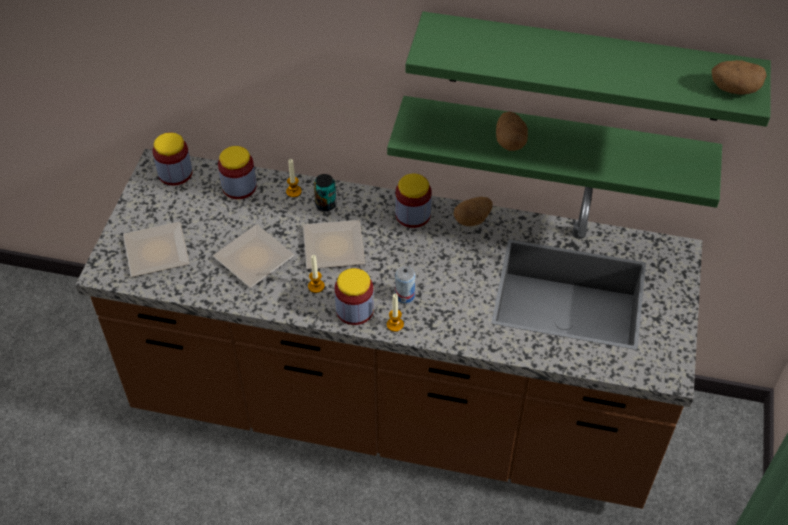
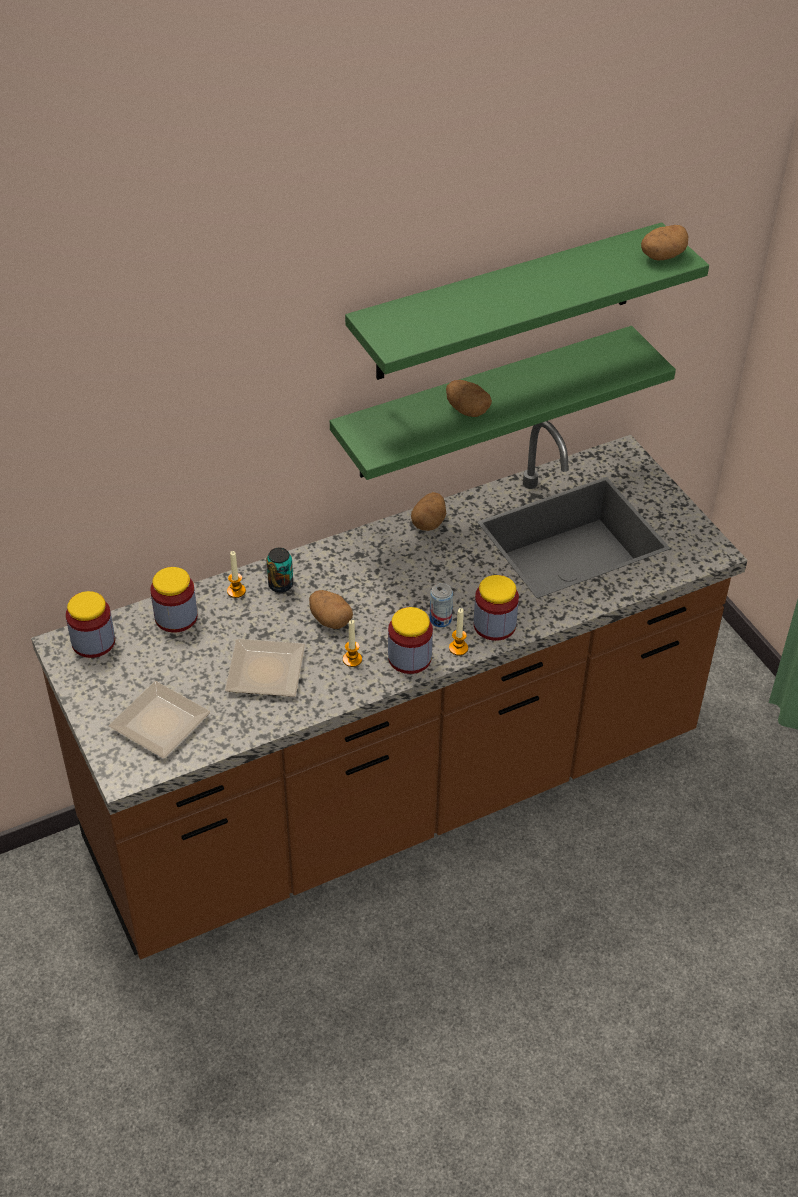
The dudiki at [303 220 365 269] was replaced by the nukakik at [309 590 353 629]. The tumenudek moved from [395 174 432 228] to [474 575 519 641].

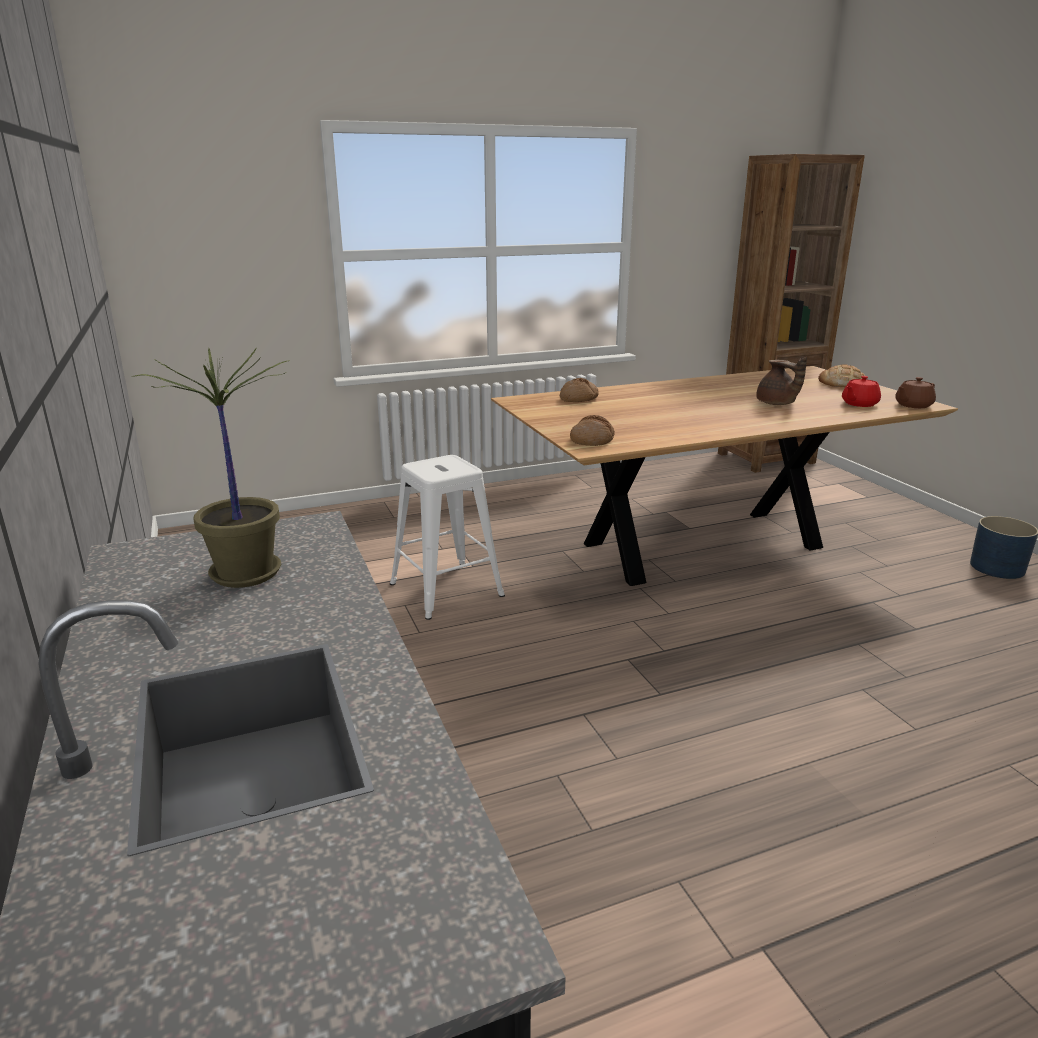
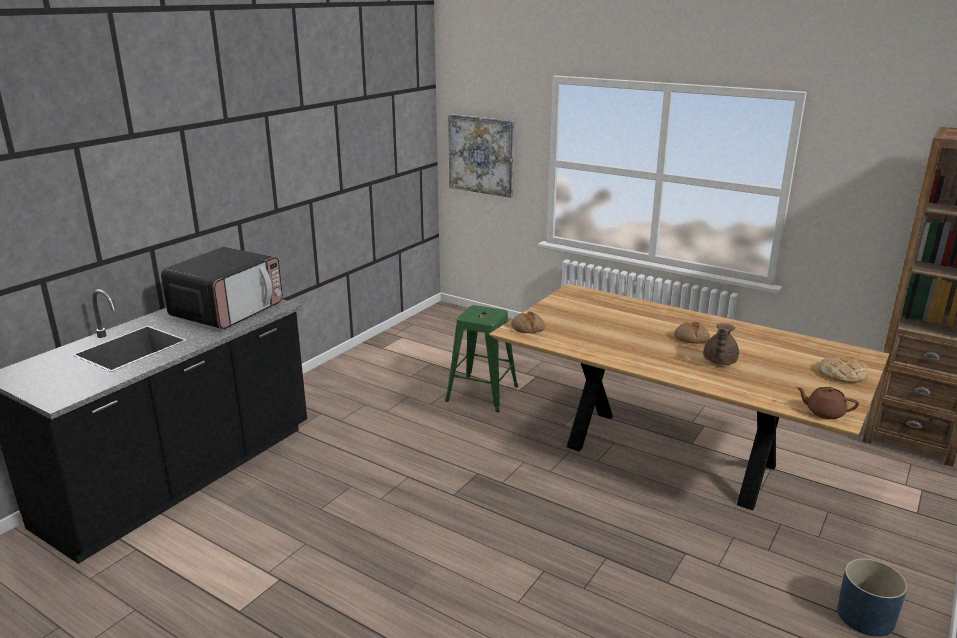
The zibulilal at [135 348 290 588] was replaced by the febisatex at [161 247 283 329]. The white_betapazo at [390 455 505 620] became the green_betapazo at [445 305 518 412]. The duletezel moved from [560 378 599 402] to [674 322 710 344]. The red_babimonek at [842 376 881 407] disappeared. The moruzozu at [448 114 514 198] appeared.

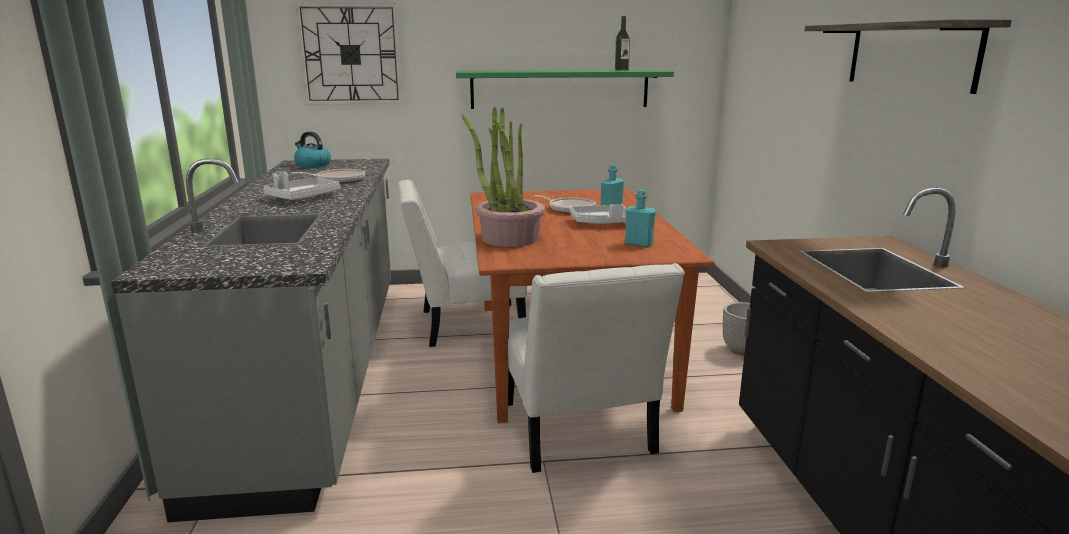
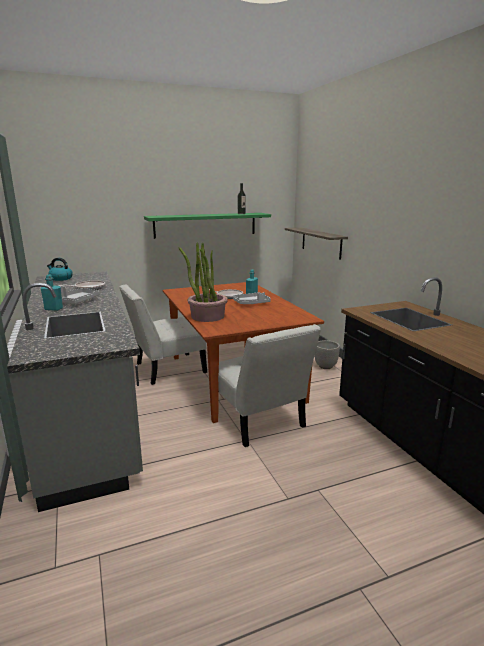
The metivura at [295 3 402 105] disappeared. The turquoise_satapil moved from [625 189 656 247] to [41 275 63 311]. The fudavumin moved from [805 19 1012 94] to [285 227 348 260].

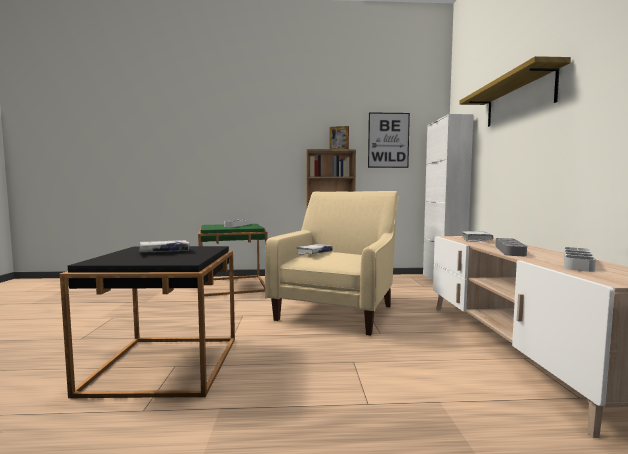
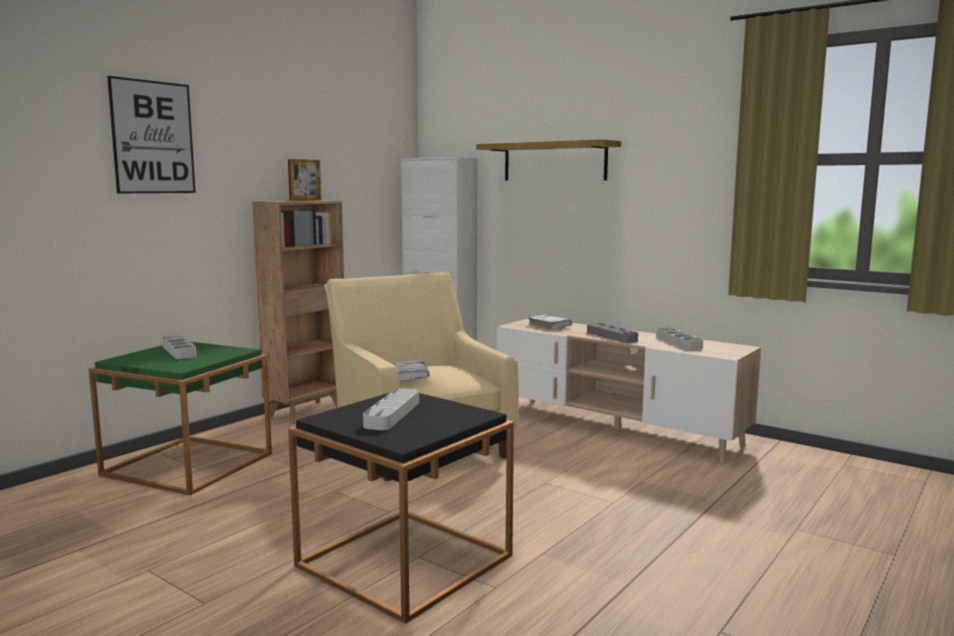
The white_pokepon at [139 240 190 253] was replaced by the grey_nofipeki at [363 388 419 430]. The moruzozu moved from [368 112 410 168] to [107 76 196 193].

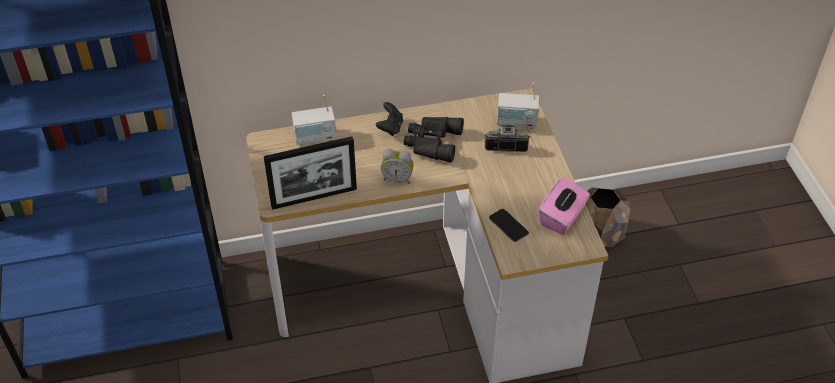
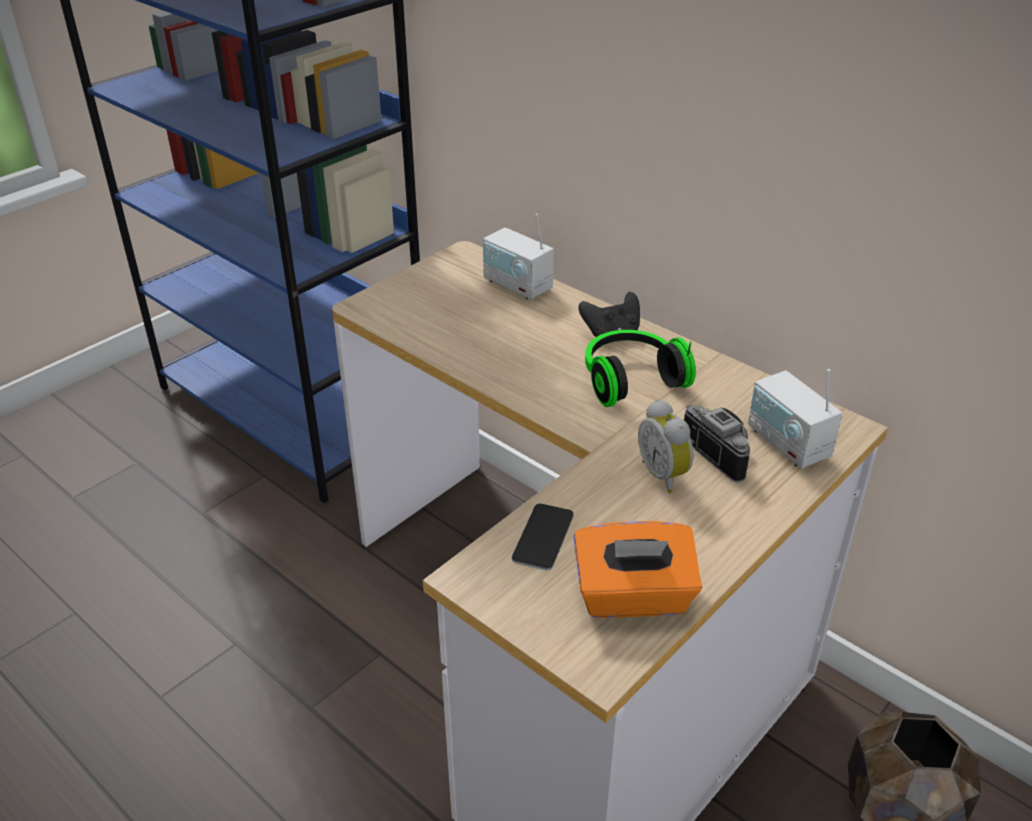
The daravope at [264 136 357 210] disappeared. The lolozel moved from [381 149 414 184] to [638 399 694 493]. The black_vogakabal at [403 117 464 162] was replaced by the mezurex at [585 330 696 407]. The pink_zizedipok at [538 177 590 235] became the orange_zizedipok at [574 521 702 618].

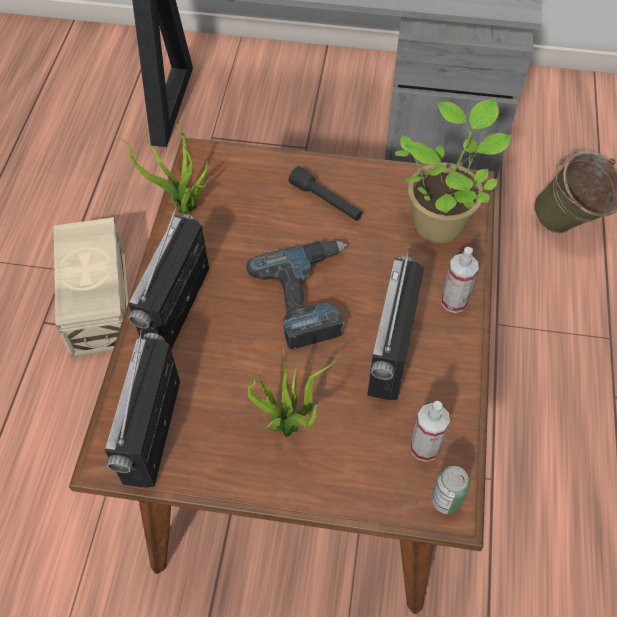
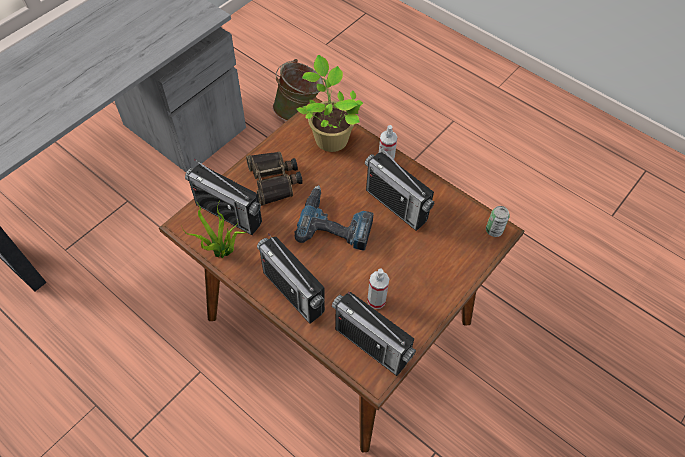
The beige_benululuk at [54 217 129 357] disappeared. The zibulilal at [247 346 338 437] disappeared. The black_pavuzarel at [289 166 362 221] was replaced by the vogakabal at [246 152 303 206]. The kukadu moved from [410 401 450 462] to [367 269 389 309]. The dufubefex at [185 159 262 235] appeared.

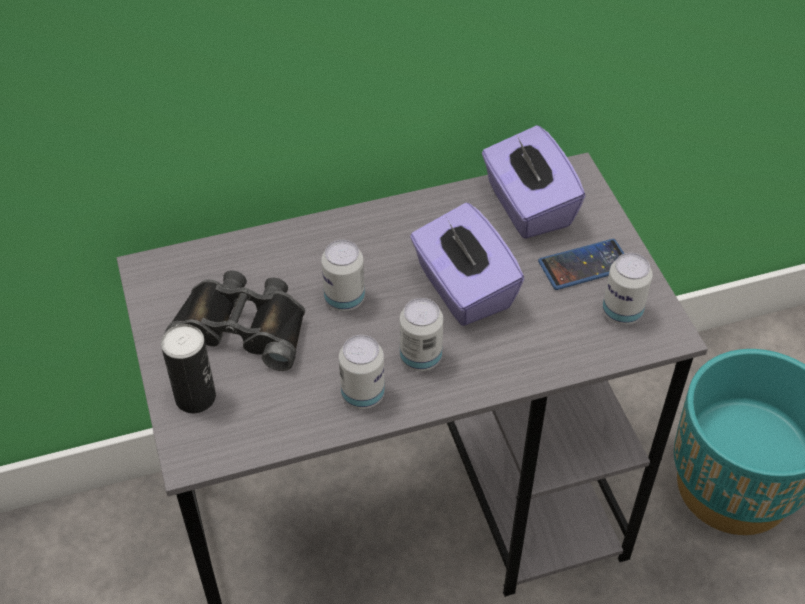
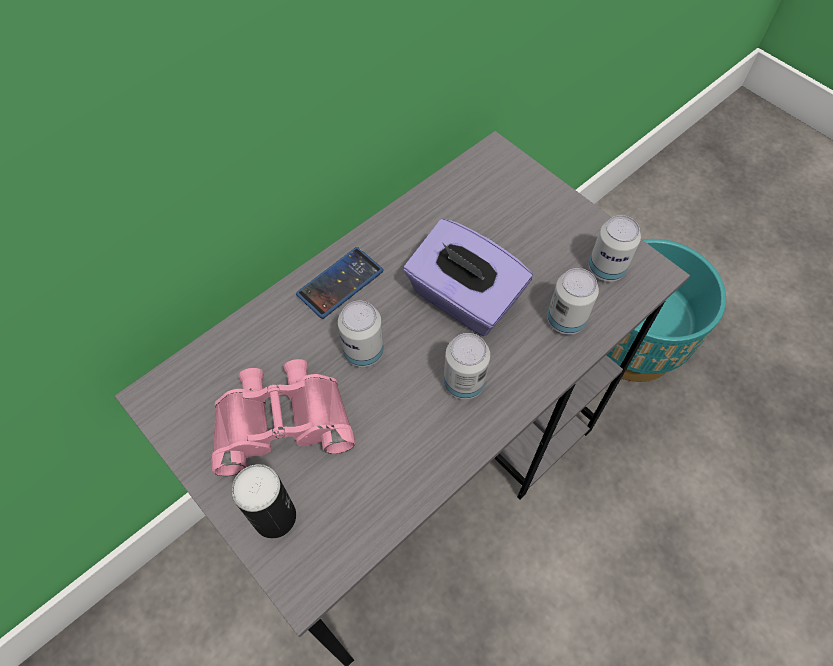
The black_vogakabal at [163 270 305 371] became the pink_vogakabal at [211 359 356 476]. The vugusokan moved from [339 335 385 409] to [547 268 599 335]. The purple_zizedipok at [482 125 585 239] disappeared. The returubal moved from [538 239 624 290] to [296 247 383 319].

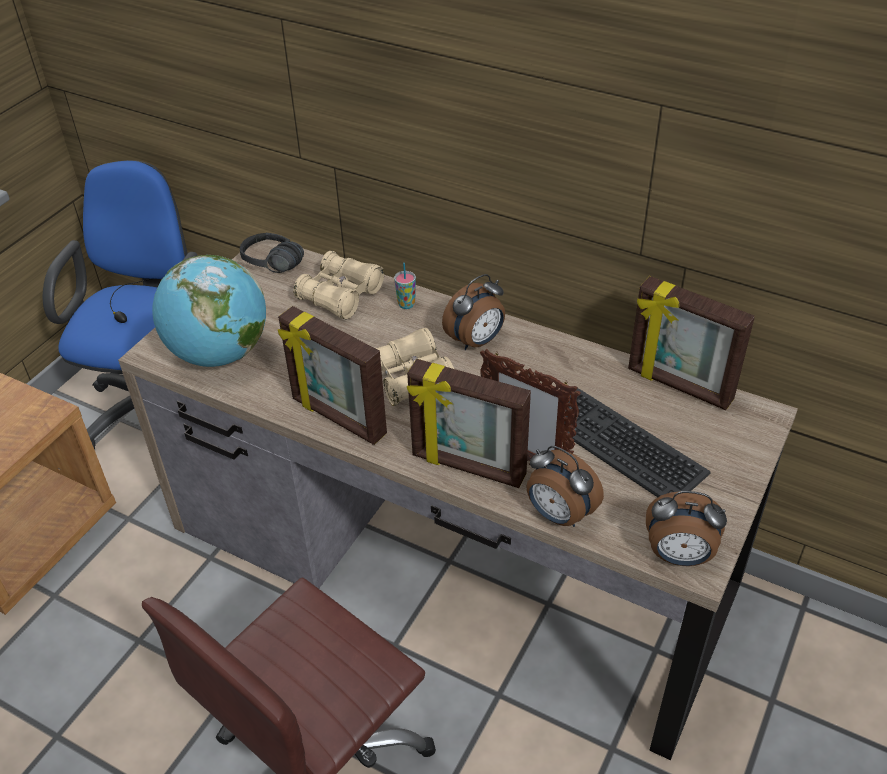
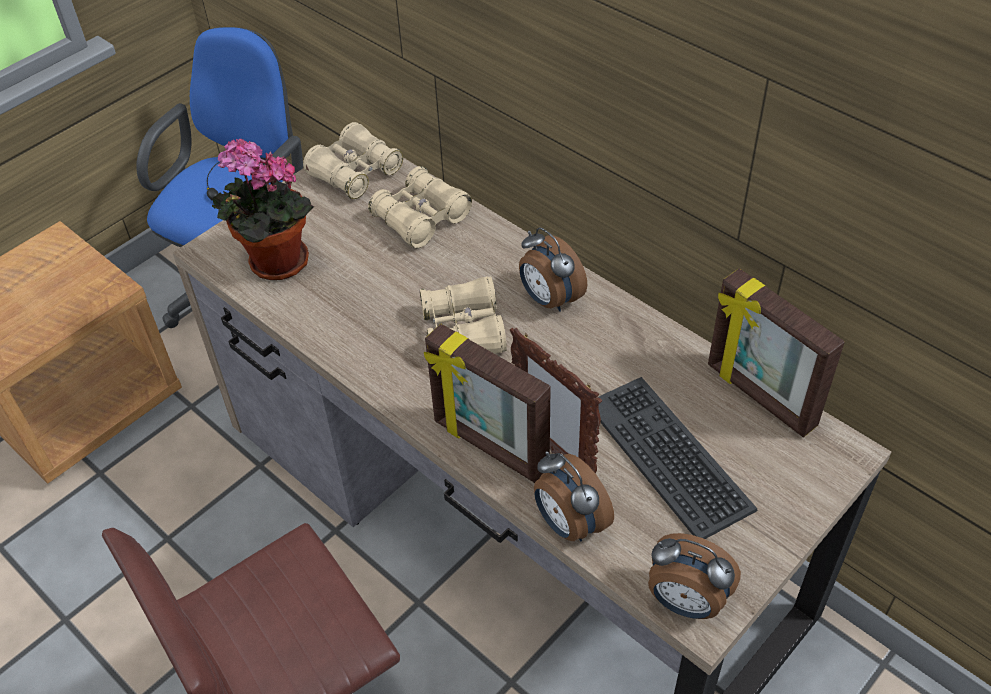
The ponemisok at [152 255 266 367] was replaced by the zibulilal at [212 139 314 280]. The black_mezurex at [240 233 304 273] was replaced by the beige_vogakabal at [303 122 403 199]. The daravope at [278 306 387 445] disappeared. The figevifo at [394 263 416 309] disappeared. The lolozel at [442 274 505 350] turned 75 degrees clockwise.

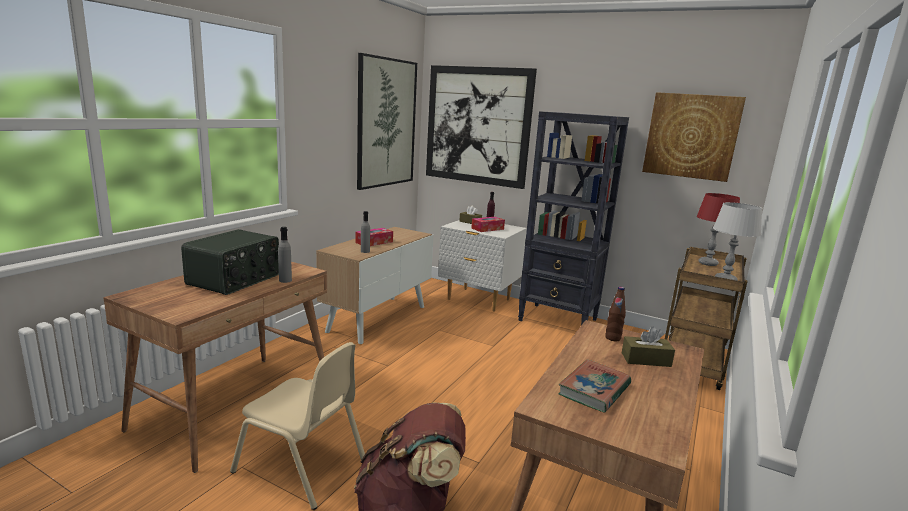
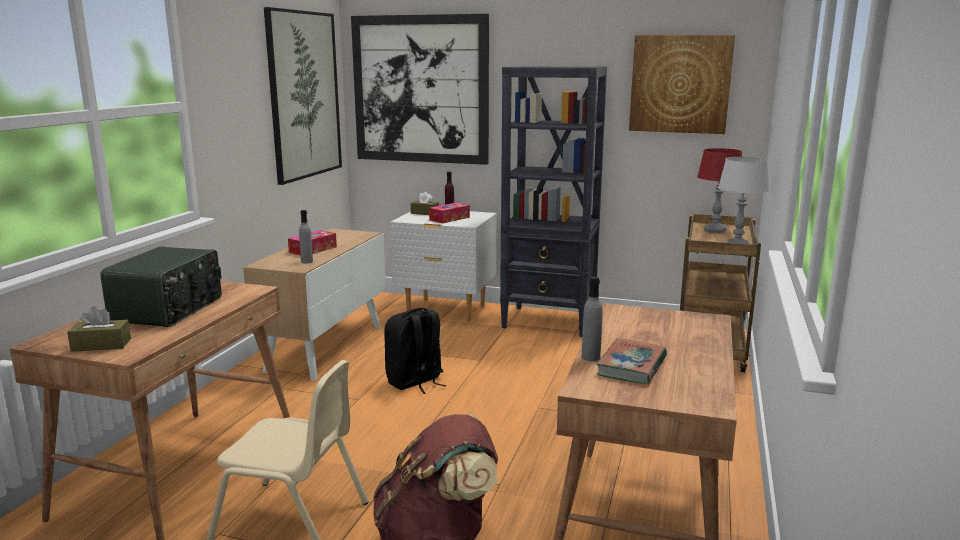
The grey_satapil moved from [278 227 292 283] to [582 276 603 361]. The brown_satapil at [605 287 626 341] disappeared. The brown_zizedipok moved from [622 327 675 367] to [67 306 131 352]. The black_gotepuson at [384 308 446 394] appeared.

